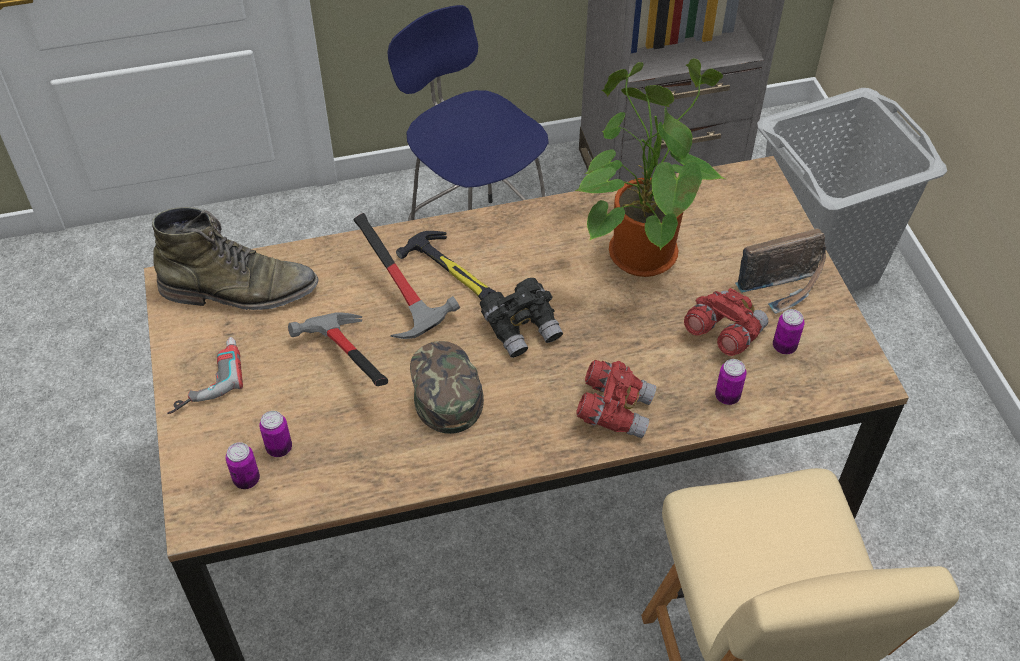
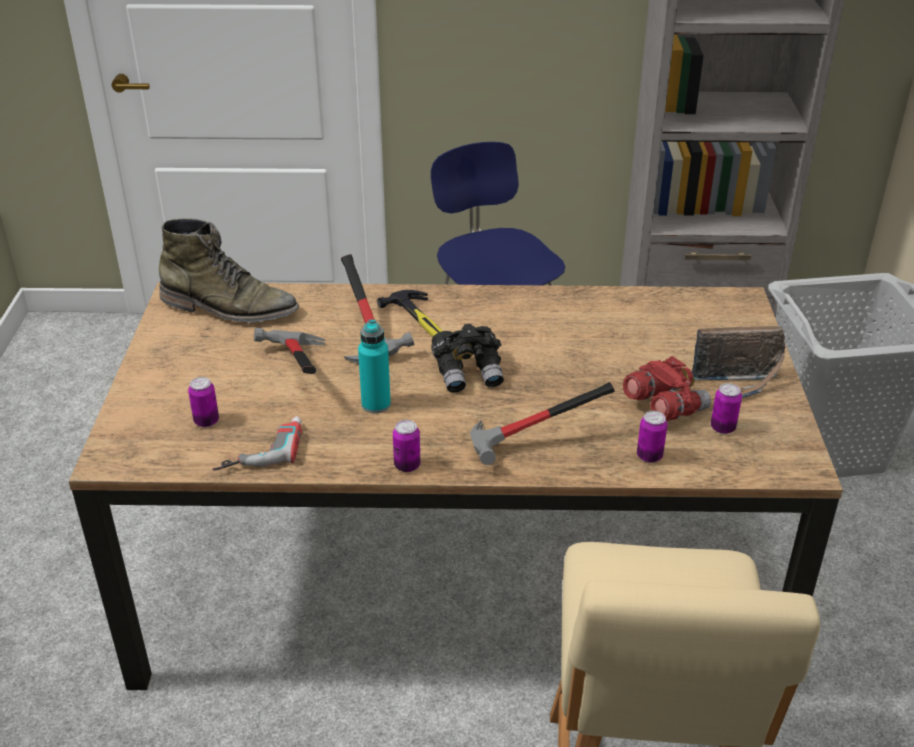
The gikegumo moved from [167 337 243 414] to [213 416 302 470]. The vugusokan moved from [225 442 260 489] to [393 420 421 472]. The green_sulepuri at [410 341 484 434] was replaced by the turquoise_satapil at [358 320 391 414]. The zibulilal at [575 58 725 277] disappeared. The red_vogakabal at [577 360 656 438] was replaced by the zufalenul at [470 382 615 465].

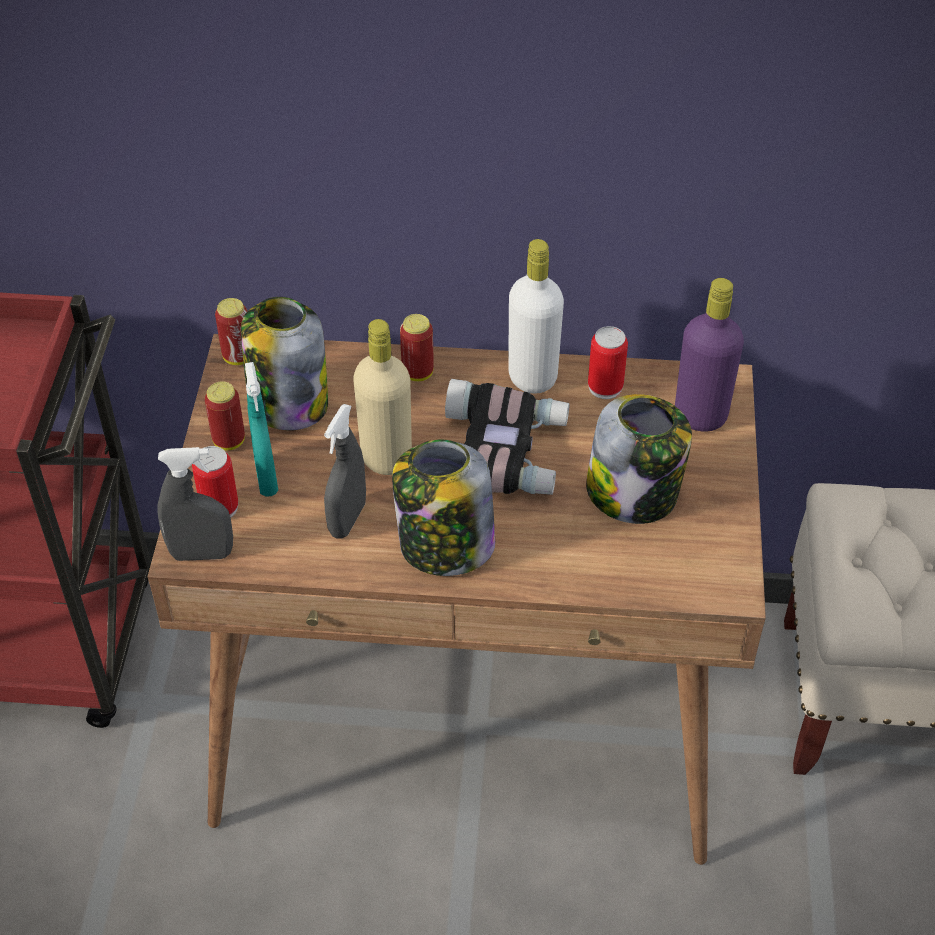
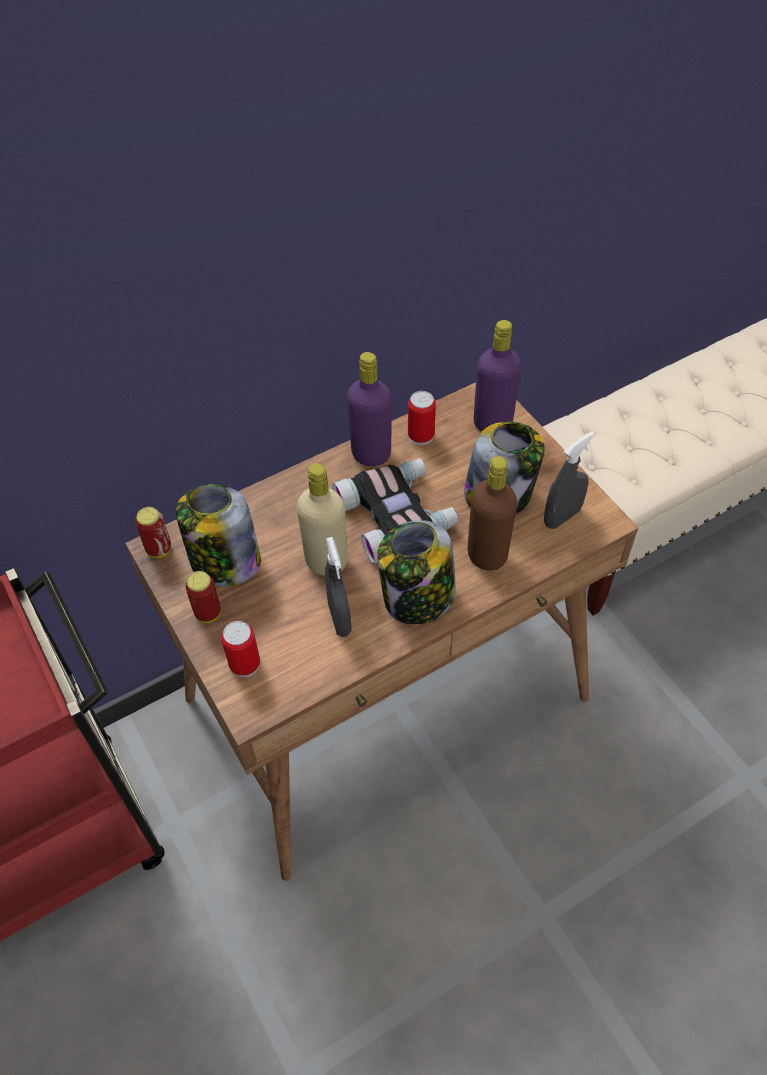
The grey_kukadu moved from [158 447 233 561] to [544 431 595 529]. The turquoise_kukadu at [245 362 278 497] disappeared. The vugusokan at [400 314 434 381] disappeared. The white_satapil at [508 239 564 393] became the purple_satapil at [347 352 392 466]. The brown_satapil at [468 456 517 571] appeared.

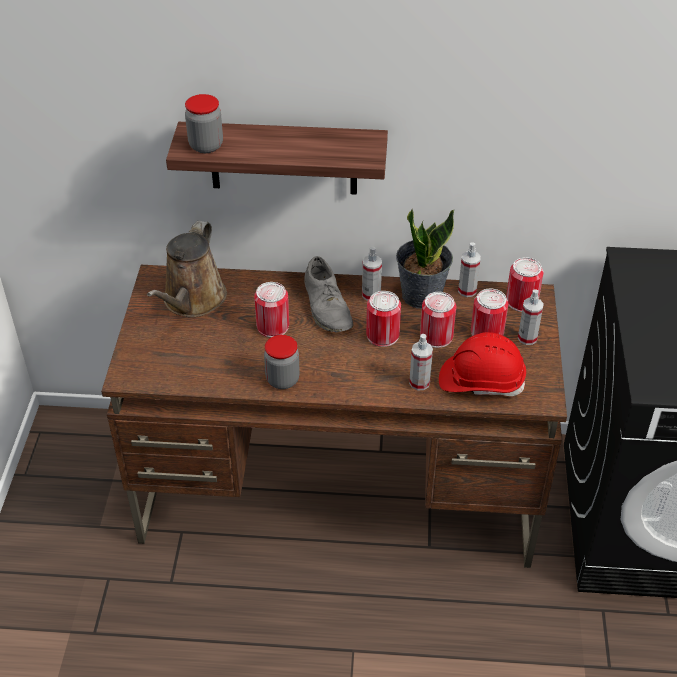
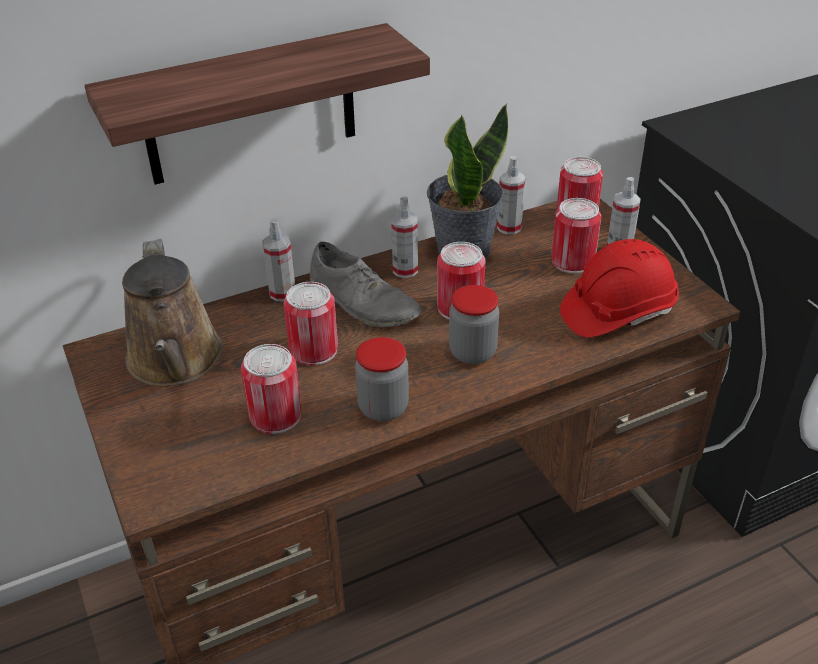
The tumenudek moved from [185 94 223 153] to [449 285 499 364]. The kukadu moved from [409 334 433 390] to [262 218 295 301]. The vugusokan moved from [420 292 456 348] to [241 344 302 434].

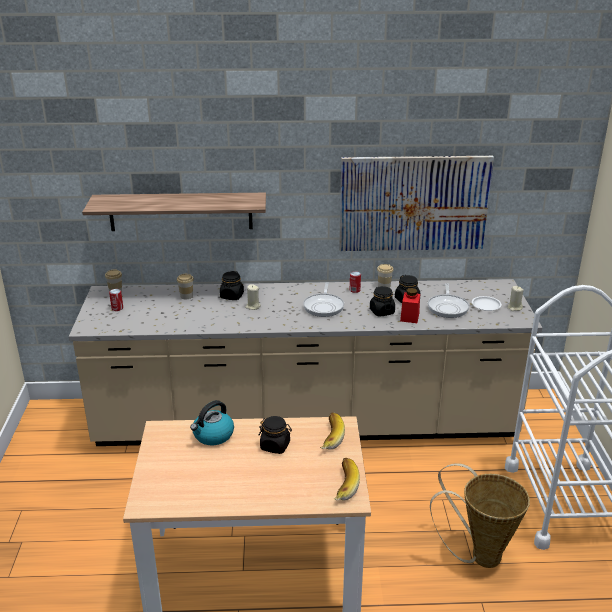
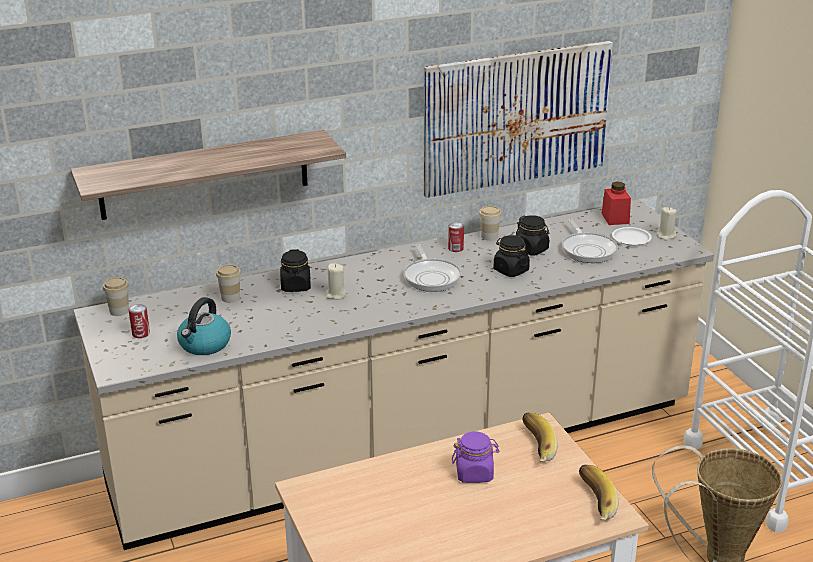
The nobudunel moved from [190 400 234 445] to [177 297 231 355]. The black_tumenudek at [259 416 292 454] became the purple_tumenudek at [452 432 499 483]. The red_tumenudek moved from [400 288 420 323] to [601 181 631 225].

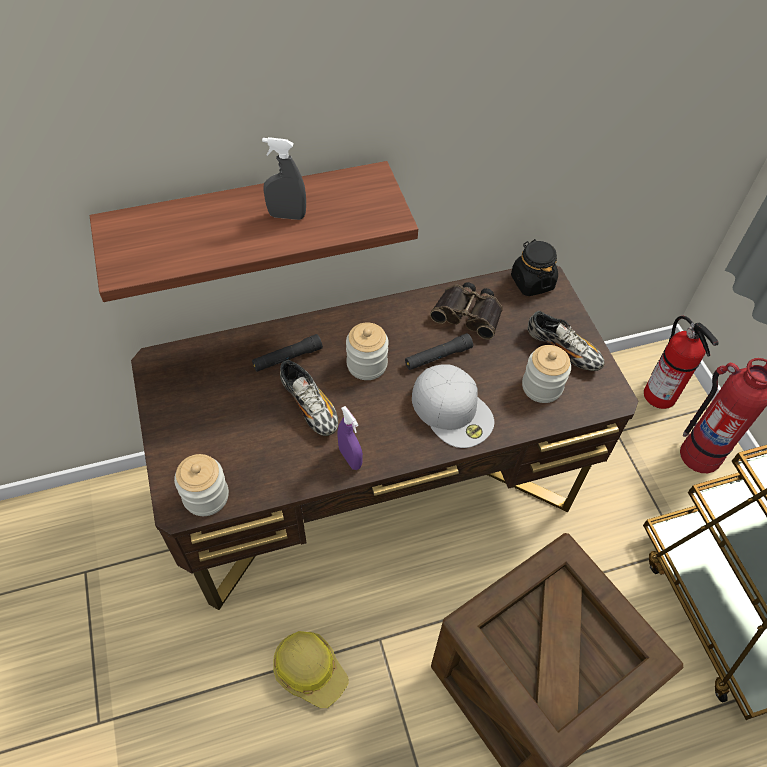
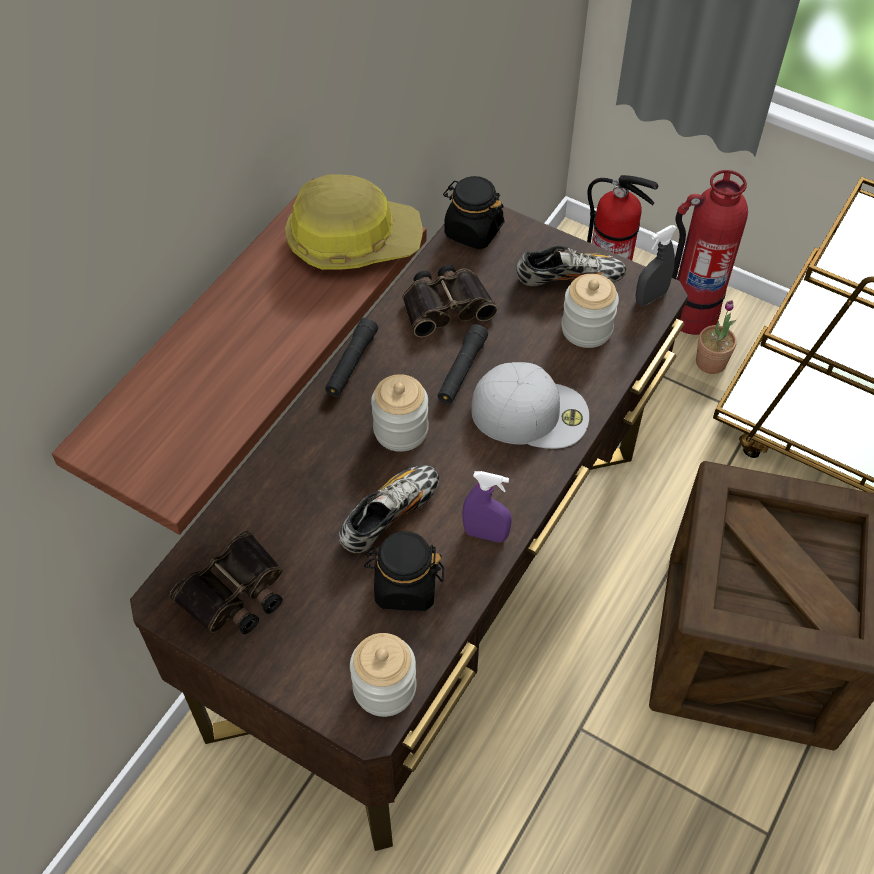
The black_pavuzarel moved from [252 334 323 372] to [325 318 378 397]. The grey_kukadu moved from [262 137 306 220] to [636 225 677 305]. The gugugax moved from [273 631 349 708] to [285 174 423 270]. The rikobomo at [280 360 338 436] turned 60 degrees counterclockwise. The vogakabal at [170 530 283 634] appeared. The black_tumenudek at [364 531 444 611] appeared. The zibulilal at [696 300 737 374] appeared.

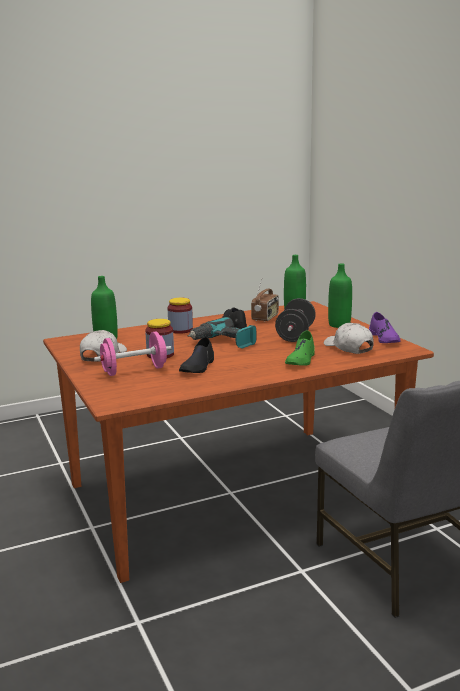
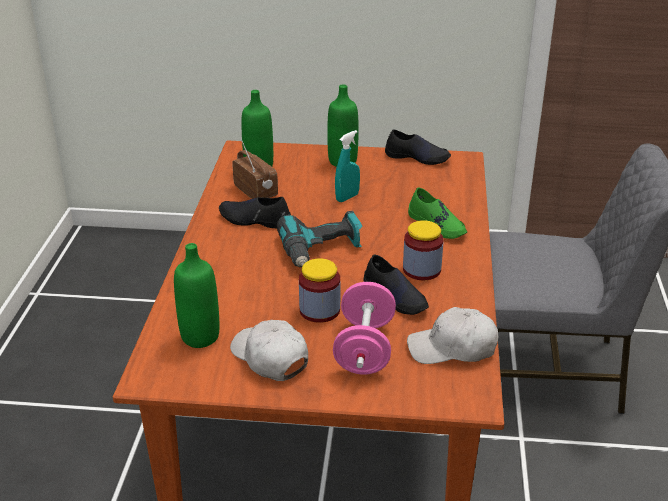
The tumenudek moved from [168 298 193 334] to [403 220 444 280]. The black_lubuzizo at [275 298 316 342] was replaced by the turquoise_kukadu at [335 130 360 202]. The white_sulepuri moved from [324 323 374 354] to [407 307 498 364]. The purple_rikobomo at [369 312 400 343] became the black_rikobomo at [385 129 451 165].

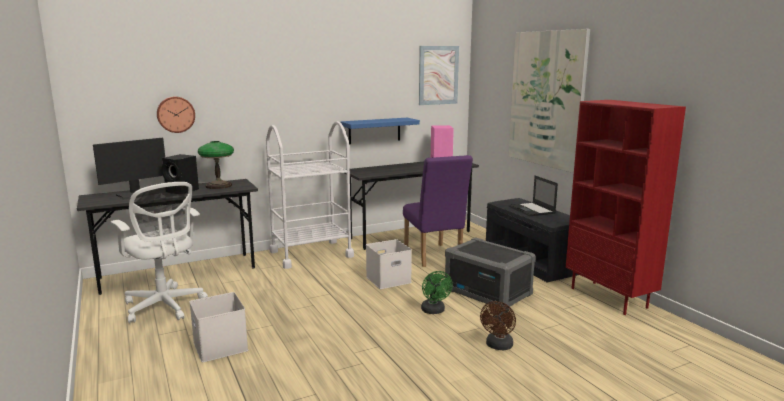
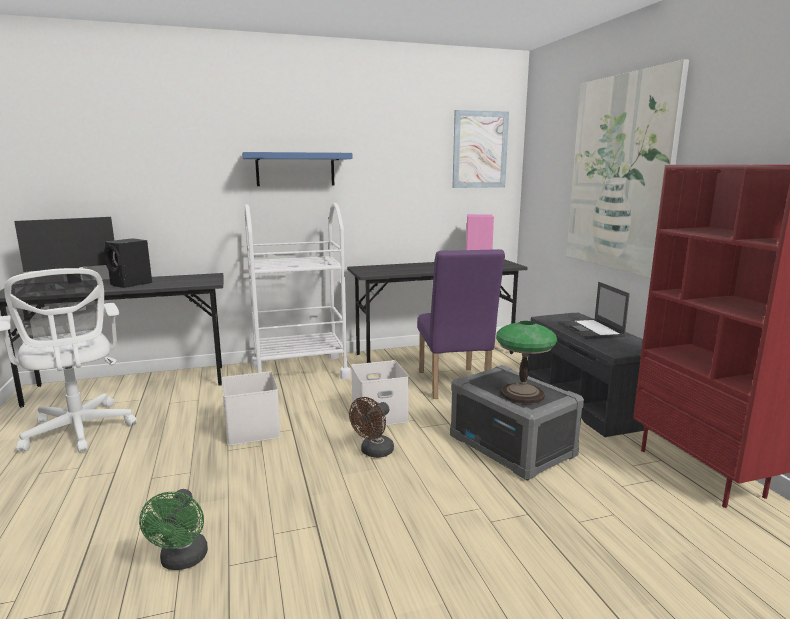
The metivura at [157 96 195 133] disappeared. The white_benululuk moved from [189 292 248 362] to [222 371 281 446]. The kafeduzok moved from [198 141 234 189] to [496 321 557 404]. The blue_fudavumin moved from [340 118 420 144] to [242 152 352 186]. The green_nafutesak moved from [421 271 453 314] to [139 489 208 570]. The brown_nafutesak moved from [480 301 516 350] to [349 397 394 458].

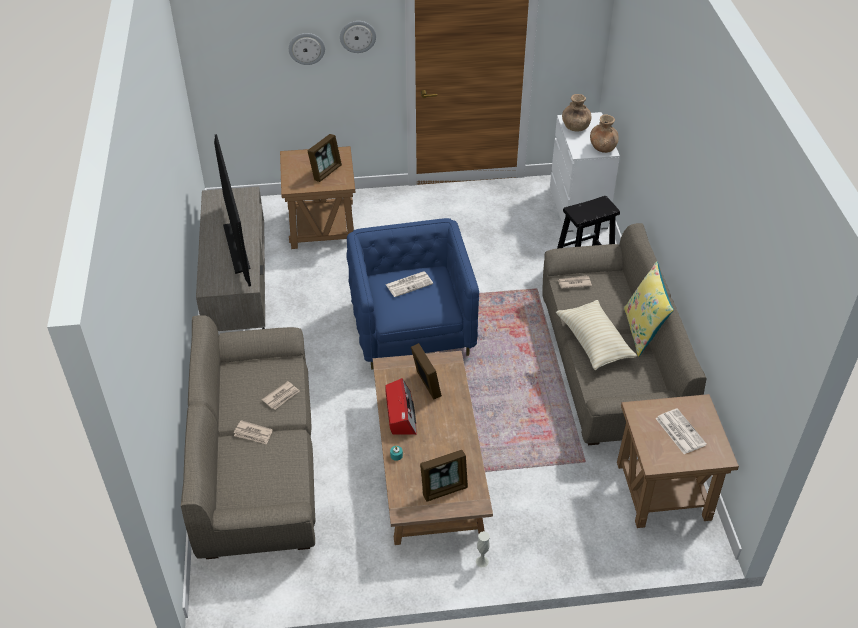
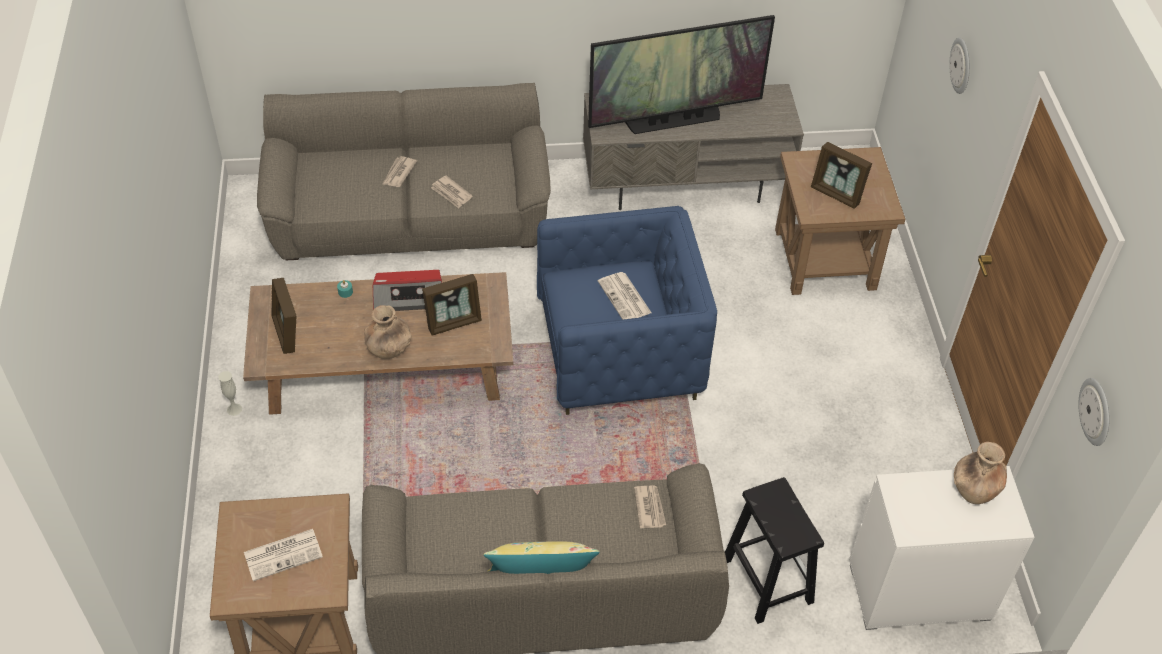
The metivura moved from [340 21 376 53] to [1078 378 1109 446]. The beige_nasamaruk at [556 300 637 370] disappeared. The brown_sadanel moved from [590 114 619 153] to [364 305 412 359].

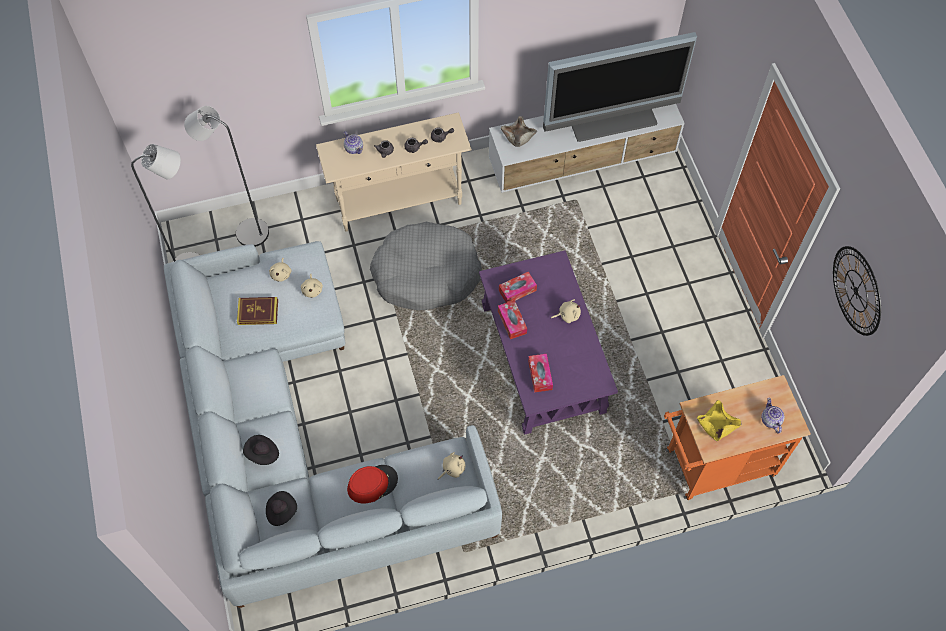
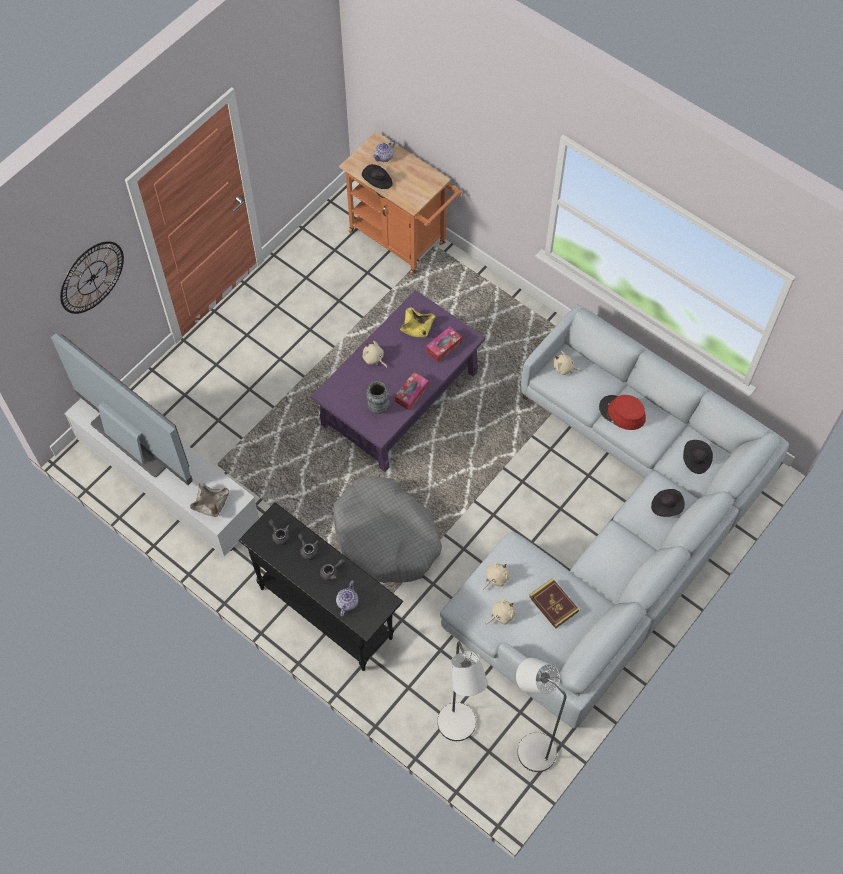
The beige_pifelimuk at [316 112 472 232] became the black_pifelimuk at [238 502 403 671]. The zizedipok at [499 272 537 303] was replaced by the sadanel at [366 381 390 414]. The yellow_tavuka moved from [697 400 741 441] to [400 307 435 337]. The metivura moved from [833 246 881 336] to [60 241 124 314]. The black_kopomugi at [362 164 393 189] appeared.

